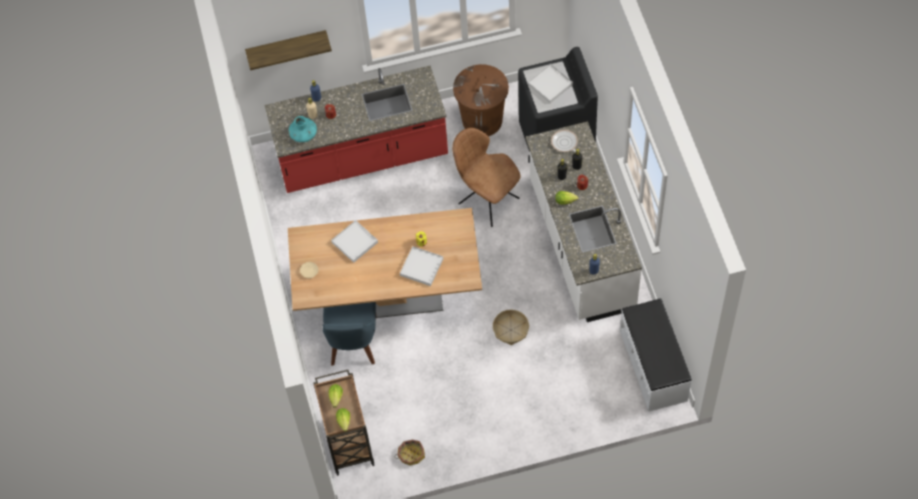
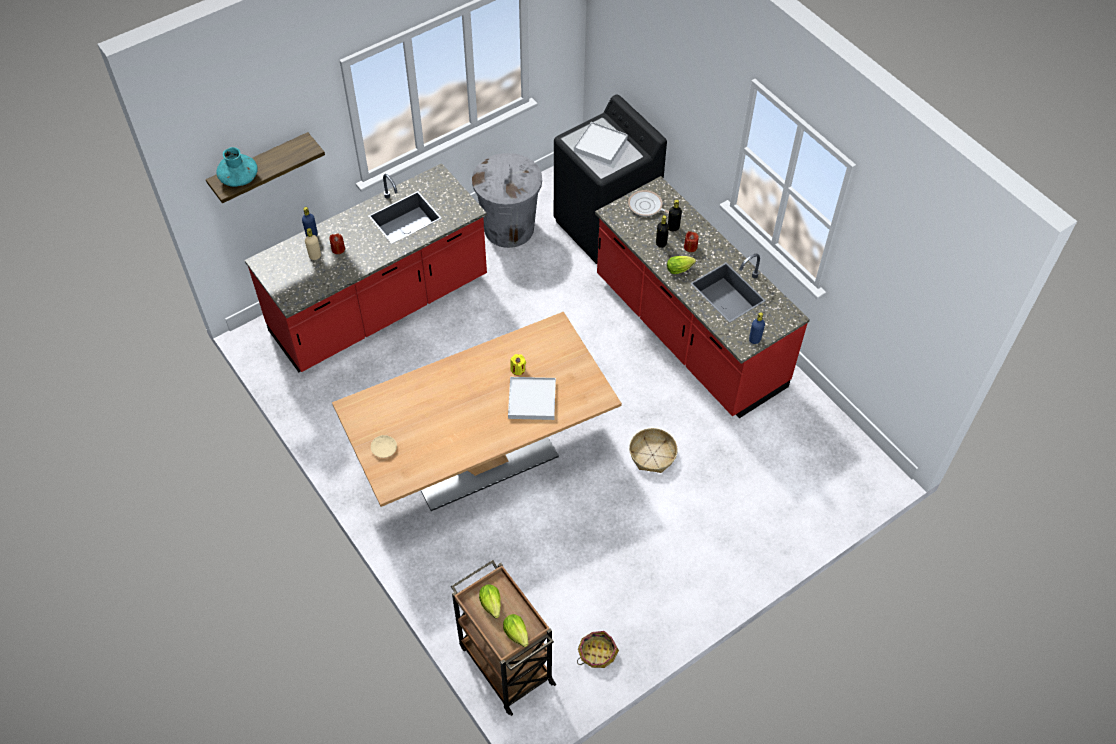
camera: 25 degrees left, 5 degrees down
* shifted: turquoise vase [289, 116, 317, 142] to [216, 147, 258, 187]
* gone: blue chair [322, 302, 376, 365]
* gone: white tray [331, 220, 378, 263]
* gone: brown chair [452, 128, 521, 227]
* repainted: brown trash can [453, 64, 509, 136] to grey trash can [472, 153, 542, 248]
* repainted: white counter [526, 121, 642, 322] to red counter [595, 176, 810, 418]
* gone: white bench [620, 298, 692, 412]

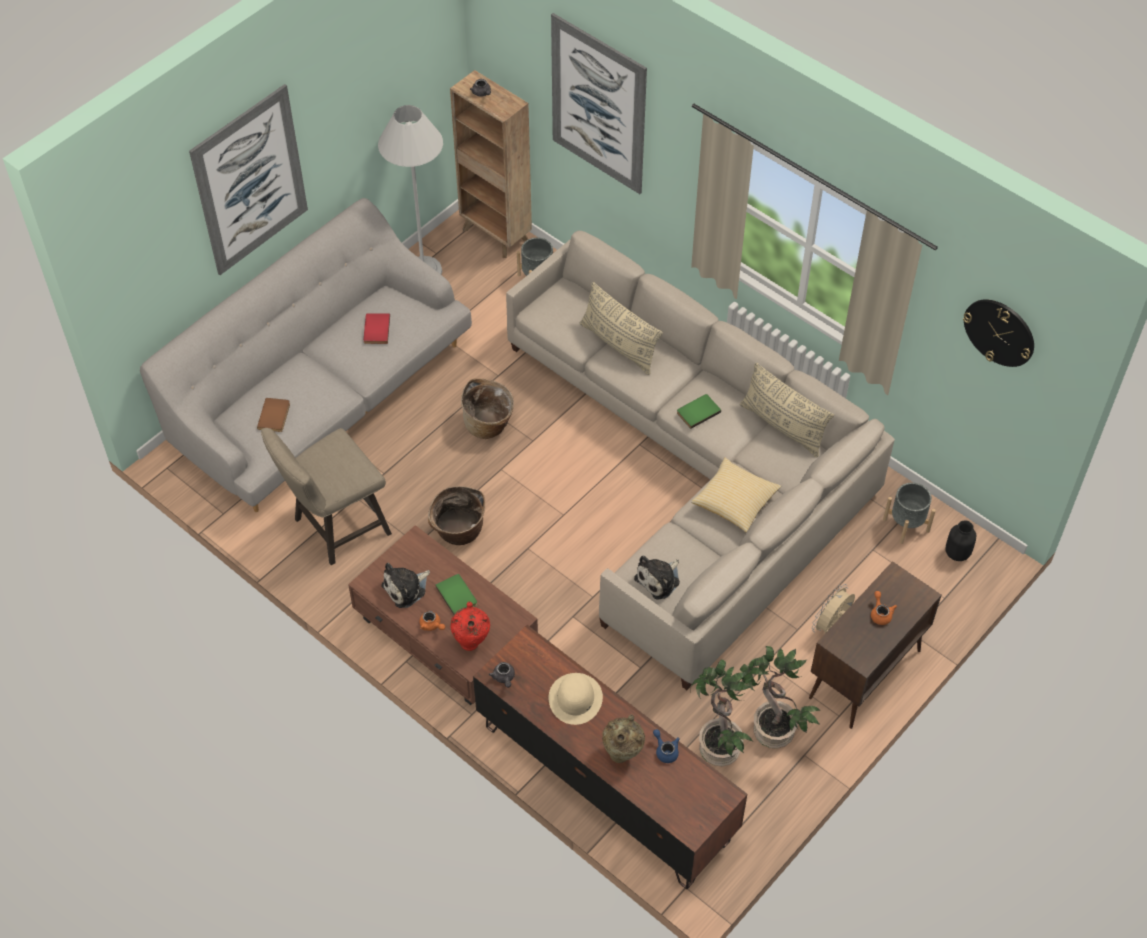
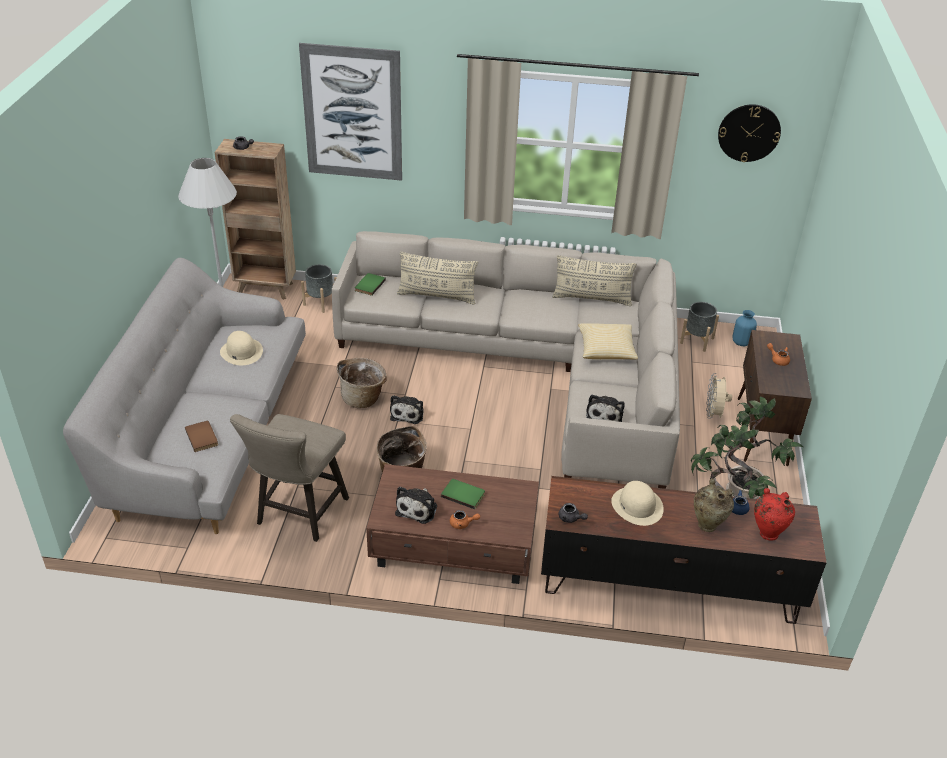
camera: 35 degrees left, 15 degrees down
* gone: picture [189, 84, 308, 275]
* swapped: red book [363, 313, 390, 344] to beige hat [220, 331, 263, 365]
* shifted: red vase [450, 601, 490, 651] to [754, 488, 795, 541]
* shifted: green book [677, 394, 721, 429] to [355, 273, 386, 296]
* repainted: black vase [945, 520, 977, 561] to blue vase [733, 310, 757, 346]
* new: plush toy [390, 395, 424, 424]

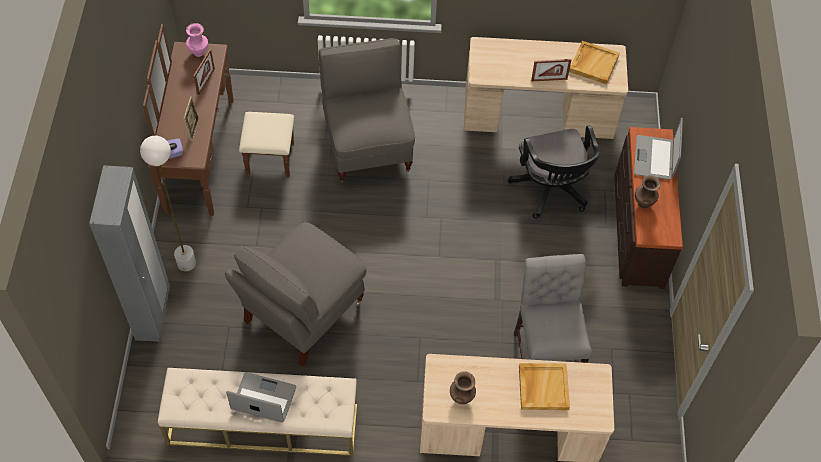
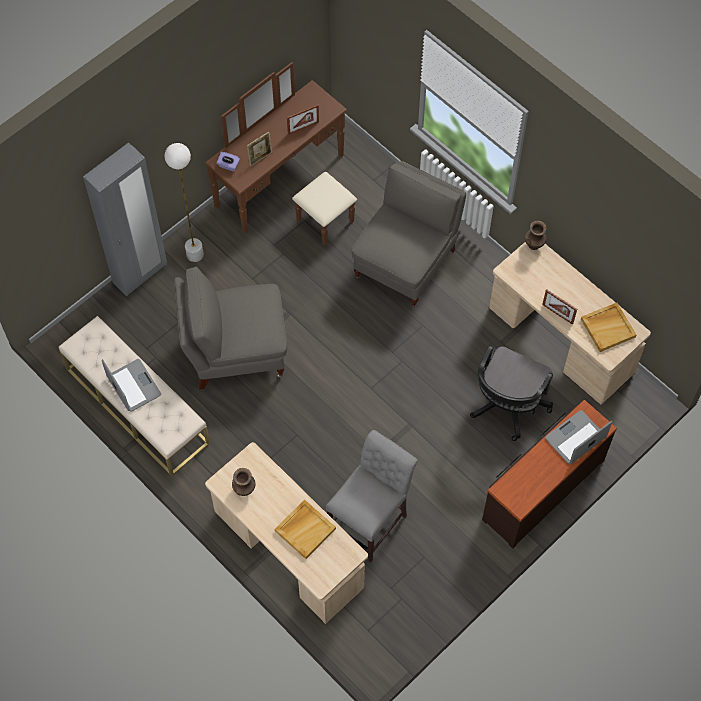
camera: 45 degrees right, 5 degrees up
* gone: pink vase [186, 23, 208, 57]
* shifted: brown vase [635, 175, 661, 208] to [525, 221, 547, 250]

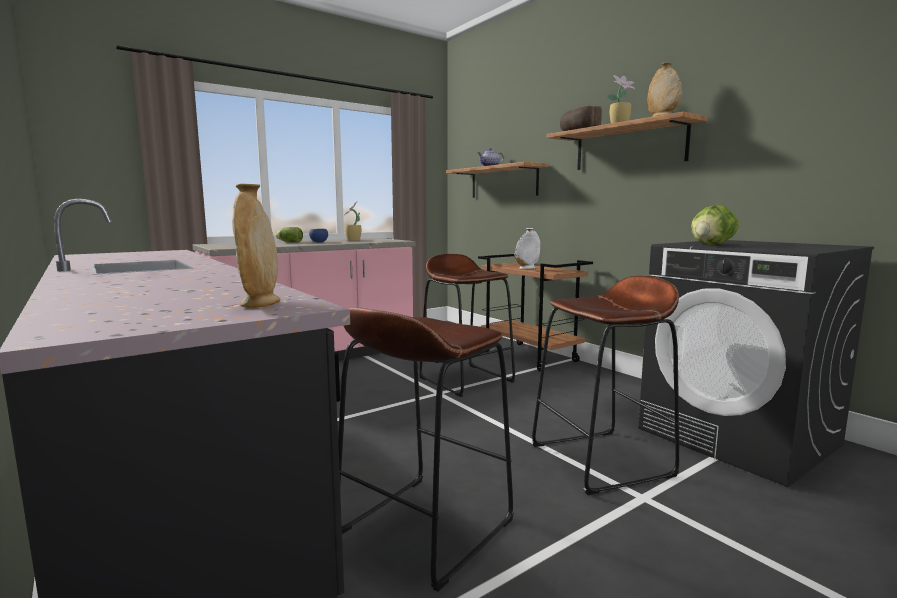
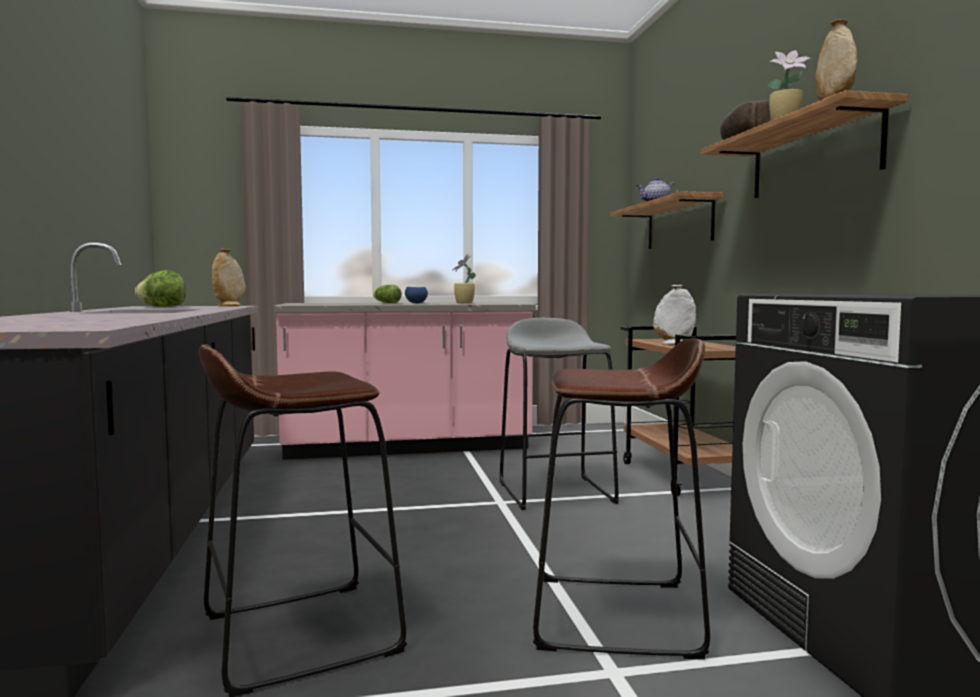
camera: 25 degrees right, 5 degrees down
* shifted: beige vase [232, 184, 280, 308] to [212, 249, 246, 306]
* repainted: brown stool [419, 254, 515, 397] to grey stool [499, 318, 619, 510]
* shifted: lettuce [691, 205, 739, 245] to [135, 270, 186, 307]

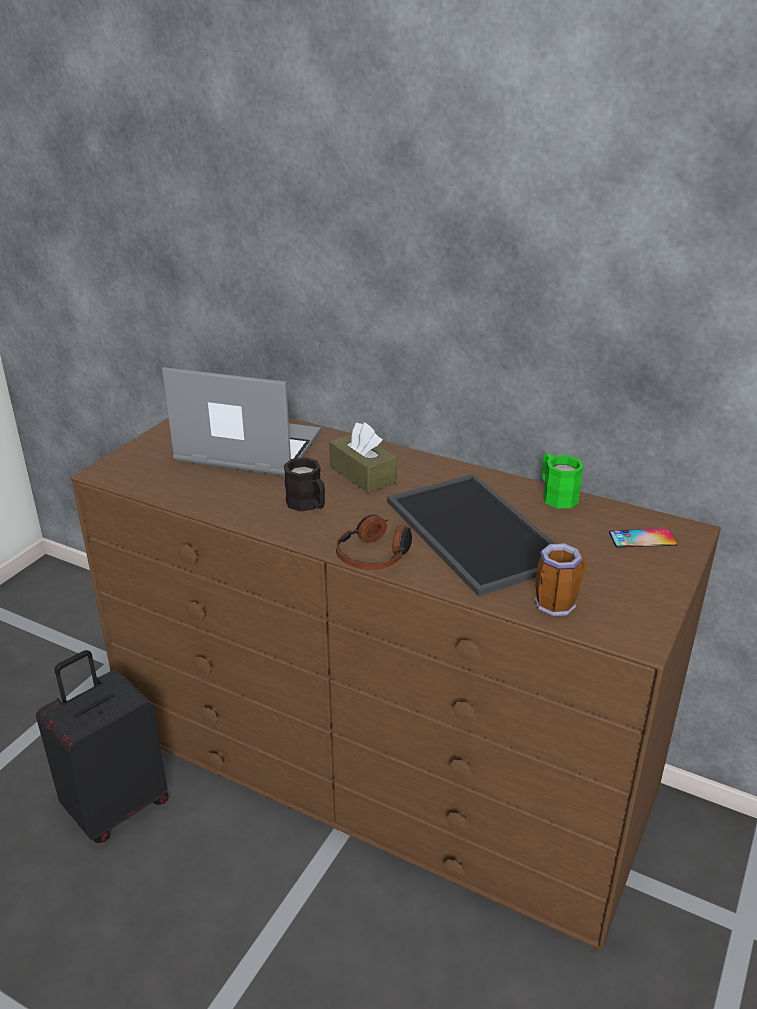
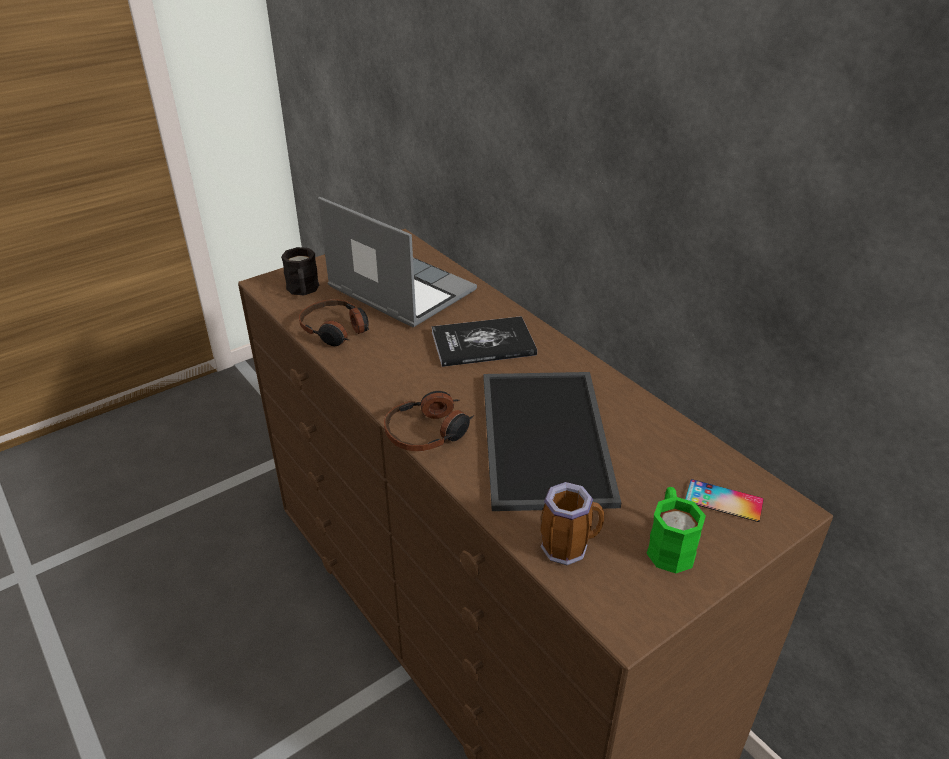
camera: 25 degrees right, 5 degrees up
* gone: black suitcase [36, 650, 169, 843]
* shifted: black mug [284, 457, 325, 512] to [281, 247, 319, 295]
* swapped: brown tissue box [329, 422, 397, 494] to book [432, 316, 537, 367]
* shifted: green mug [542, 453, 584, 508] to [646, 487, 706, 573]
* new: headphones [299, 299, 369, 346]

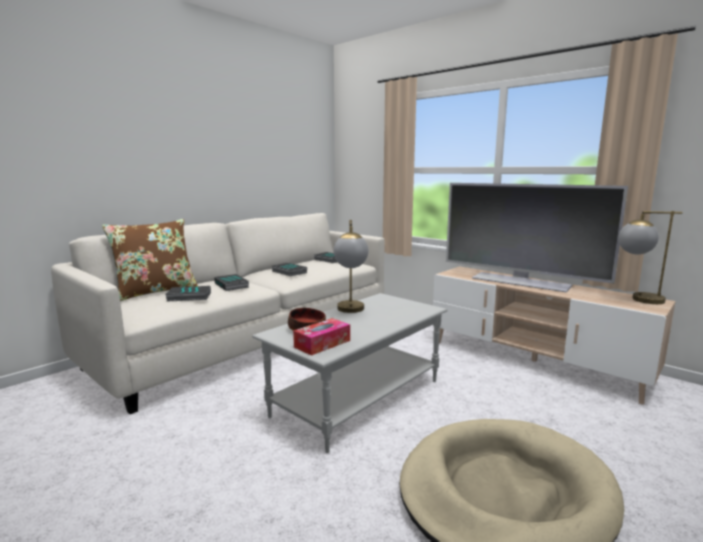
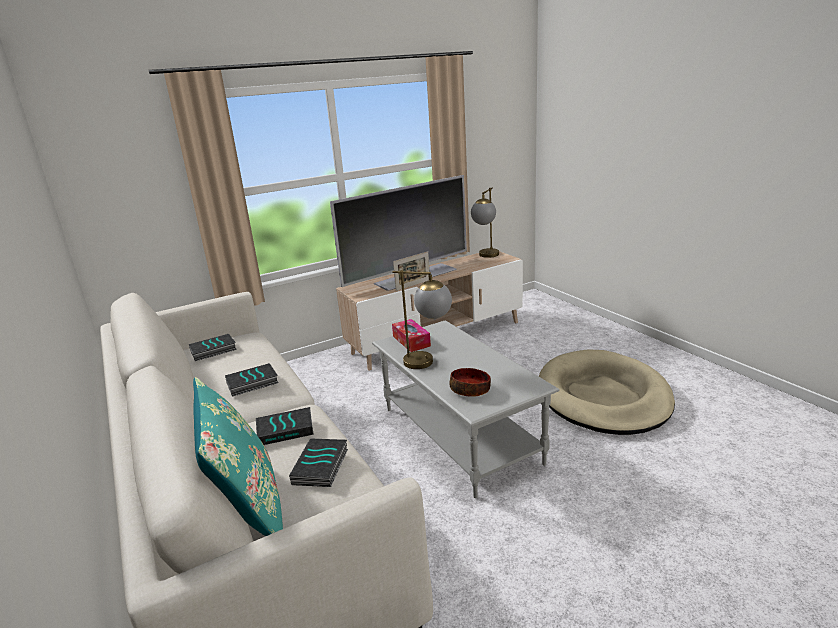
camera: 70 degrees left, 10 degrees up
* repainted: brown pillow [102, 219, 198, 301] to turquoise pillow [193, 377, 283, 536]
* shifted: tissue box [293, 318, 350, 356] to [392, 319, 431, 352]
* new: picture frame [393, 251, 430, 291]

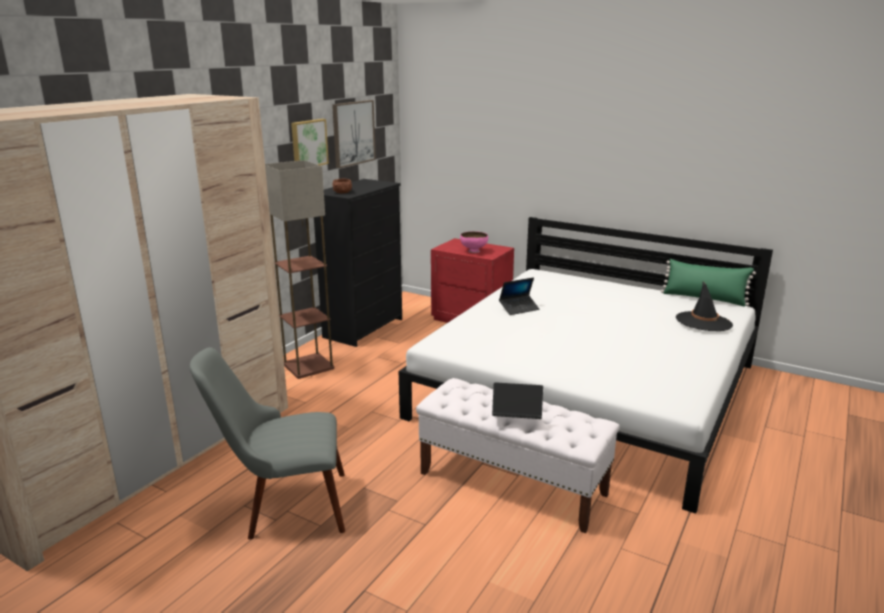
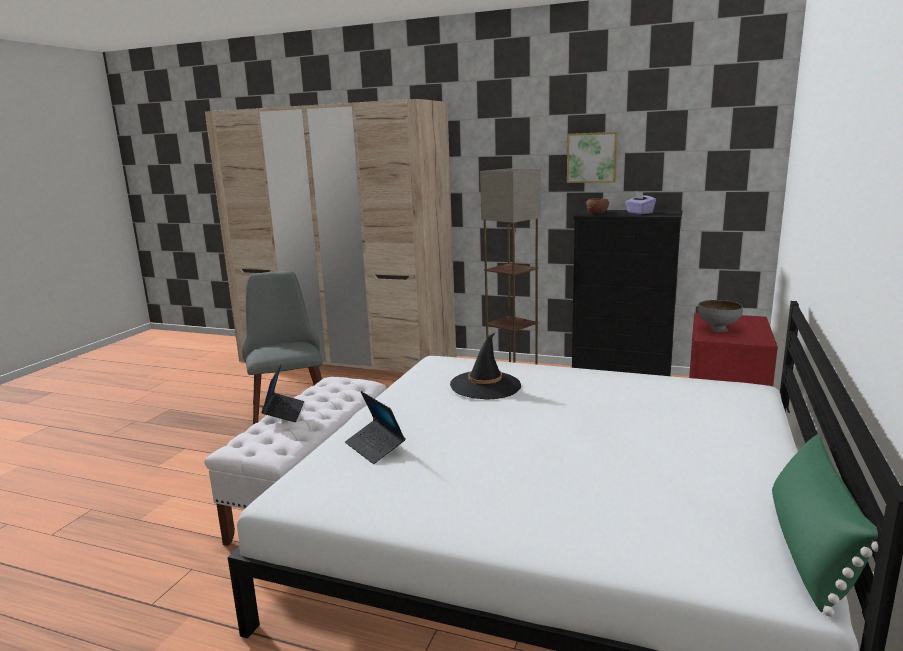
camera: 80 degrees right, 5 degrees down
* gone: picture [332, 100, 376, 168]
* repainted: pink bowl [460, 231, 488, 253] to grey bowl [698, 300, 743, 332]
* shifted: laptop [499, 277, 540, 315] to [345, 391, 406, 464]
* shifted: black hat [676, 281, 733, 331] to [450, 333, 521, 399]
* new: purple tissue box [625, 191, 656, 214]

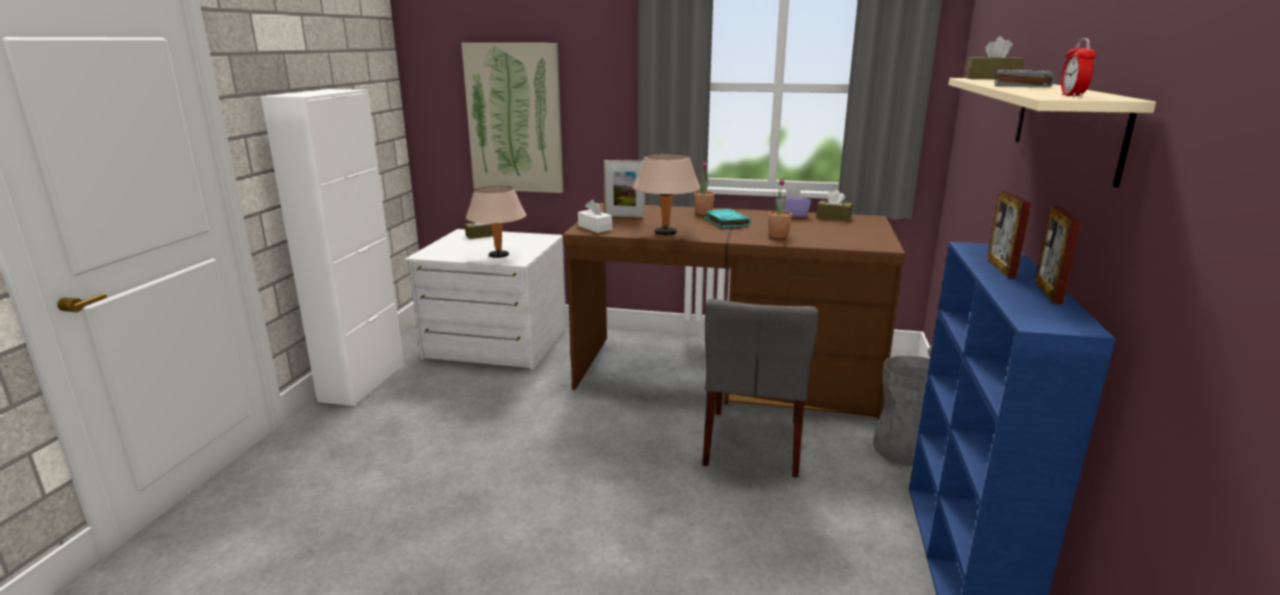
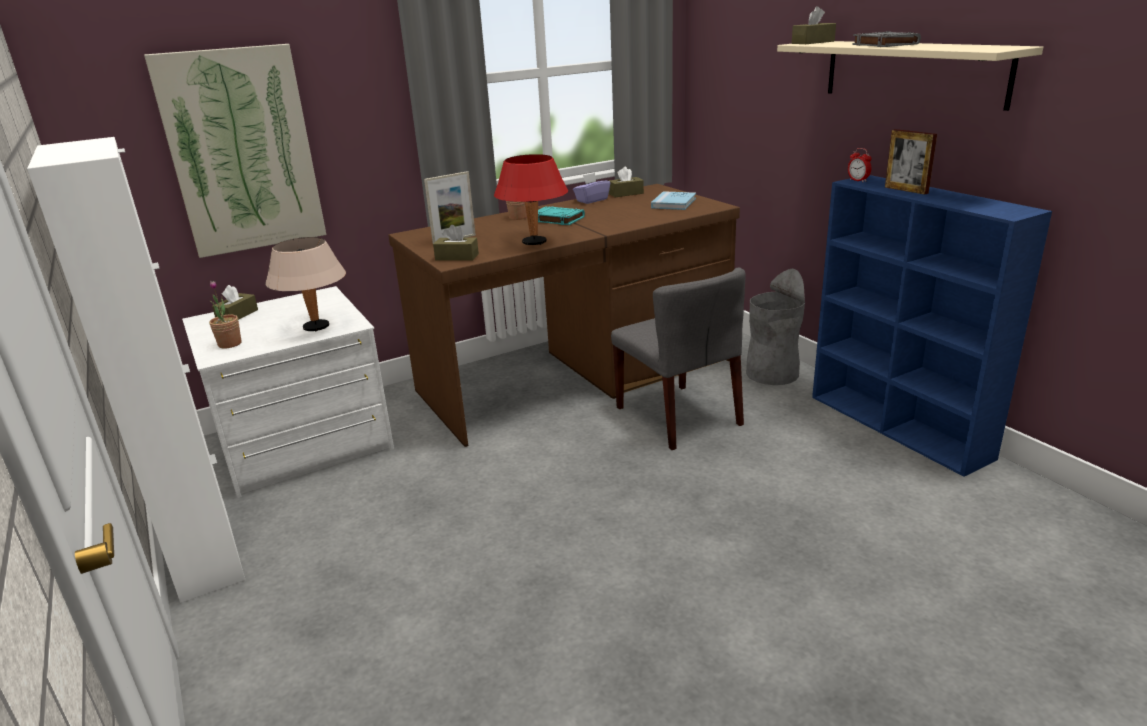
camera: 40 degrees left, 5 degrees up
* repainted: white tissue box [578, 200, 612, 233] to brown tissue box [433, 225, 479, 261]
* repainted: beige table lamp [633, 153, 701, 236] to red table lamp [494, 154, 568, 245]
* shifted: potted plant [768, 178, 792, 238] to [209, 281, 241, 349]
* gone: picture frame [1035, 206, 1082, 304]
* shifted: alarm clock [1061, 38, 1096, 97] to [848, 148, 872, 182]
* new: blue book [651, 191, 696, 210]

